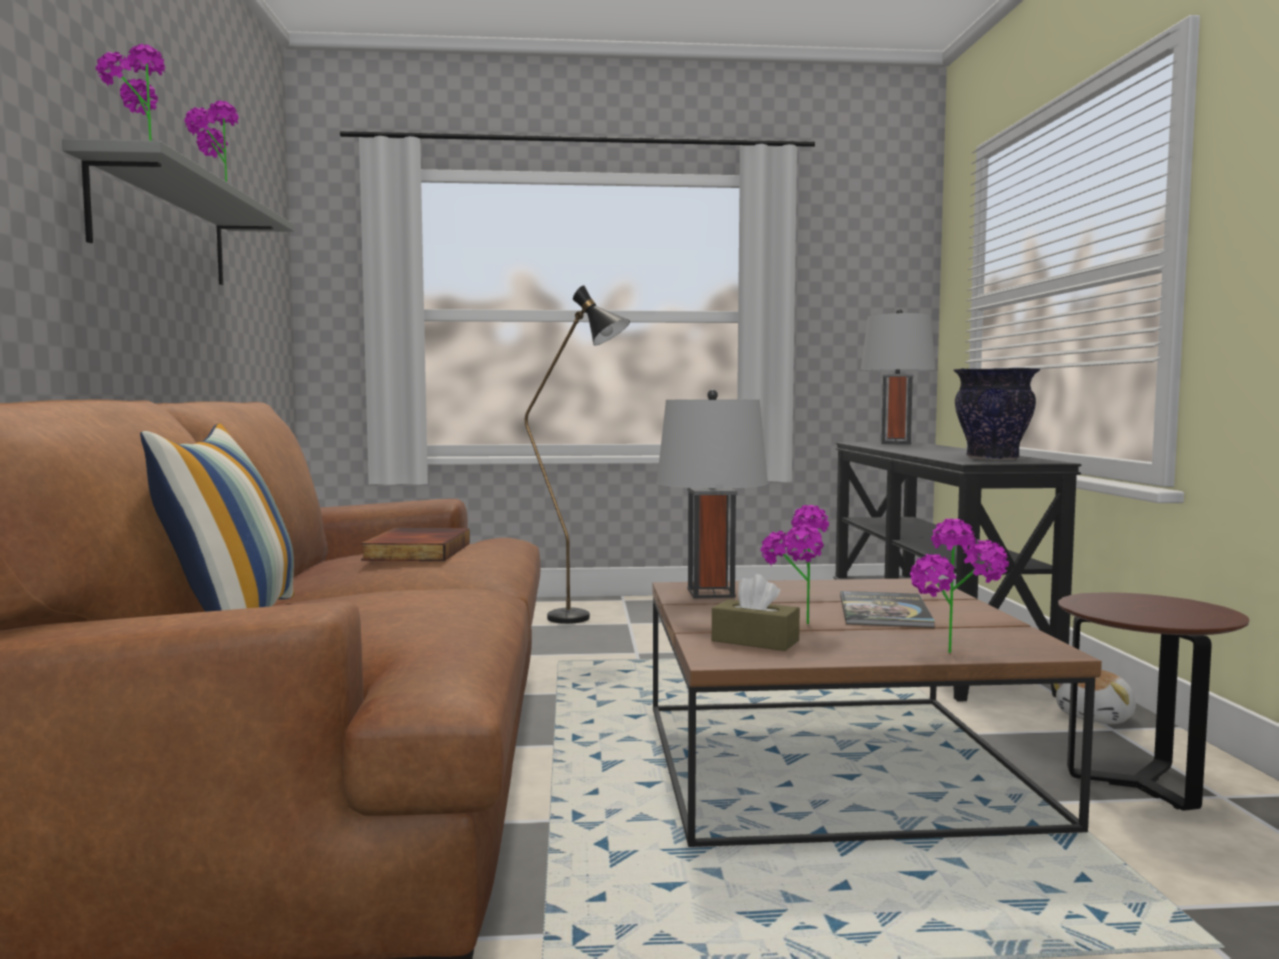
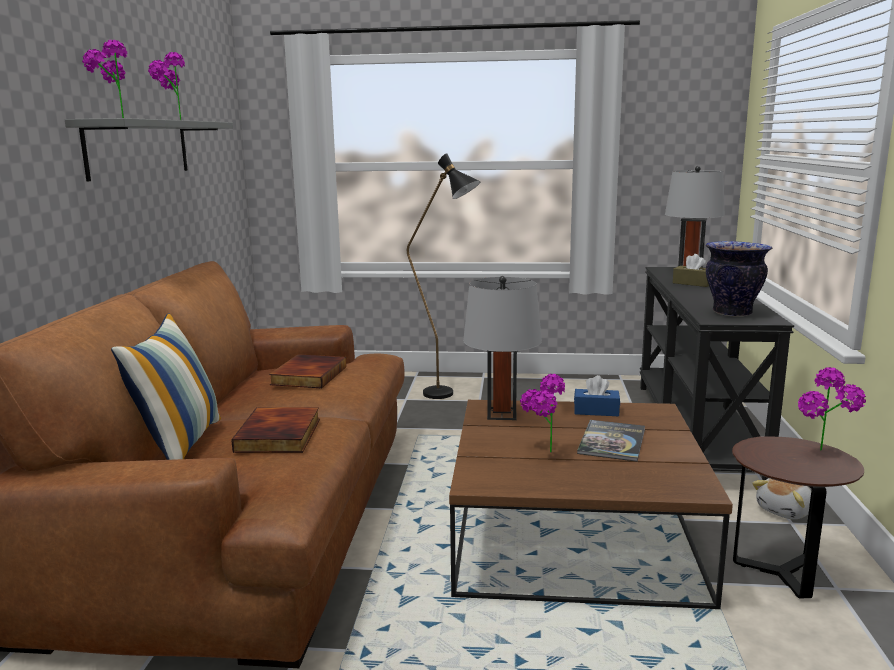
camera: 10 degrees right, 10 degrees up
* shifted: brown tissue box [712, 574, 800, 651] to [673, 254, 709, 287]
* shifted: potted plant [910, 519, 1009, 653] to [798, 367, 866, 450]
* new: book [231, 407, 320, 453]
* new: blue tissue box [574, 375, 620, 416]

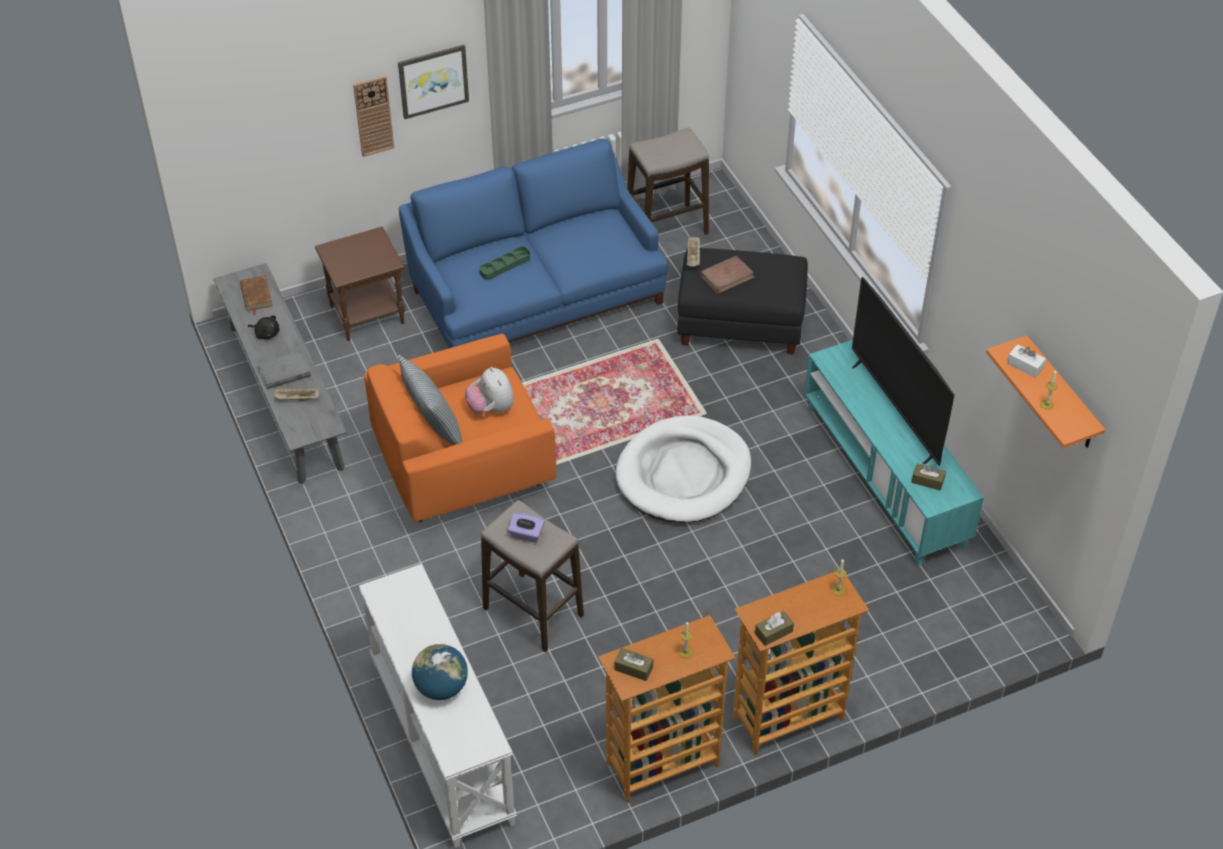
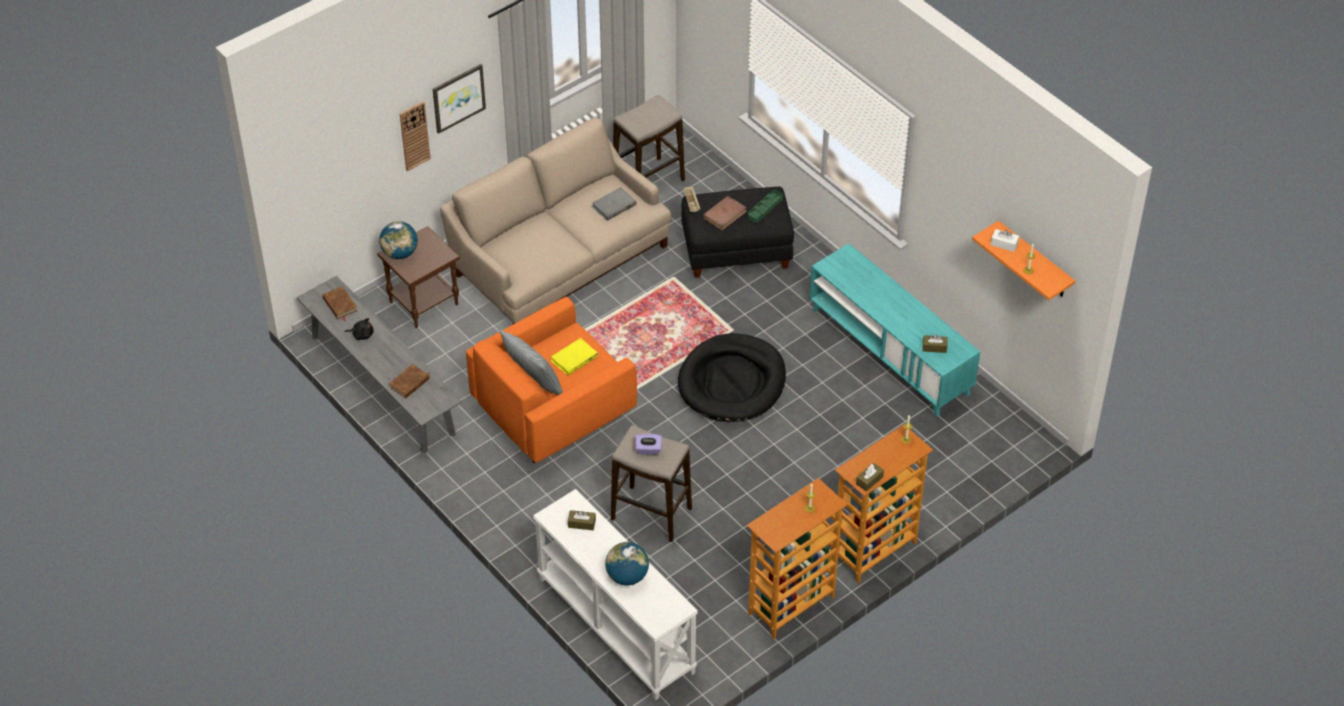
camera: 15 degrees left, 0 degrees up
* shifted: grey book [257, 350, 311, 389] to [591, 187, 637, 221]
* swapped: beige tray [274, 388, 319, 401] to brown book [389, 364, 430, 399]
* repainted: blue sofa [399, 138, 669, 348] to beige sofa [440, 118, 671, 324]
* swapped: plush toy [465, 367, 514, 414] to yellow book [550, 338, 598, 375]
* shifted: green tray [479, 246, 530, 280] to [748, 190, 783, 223]
* shifted: brown tissue box [614, 648, 653, 681] to [568, 510, 596, 530]
* repainted: white dog bed [616, 415, 752, 523] to black dog bed [678, 333, 786, 422]
* gone: television [852, 277, 954, 466]
* new: globe [379, 221, 418, 259]

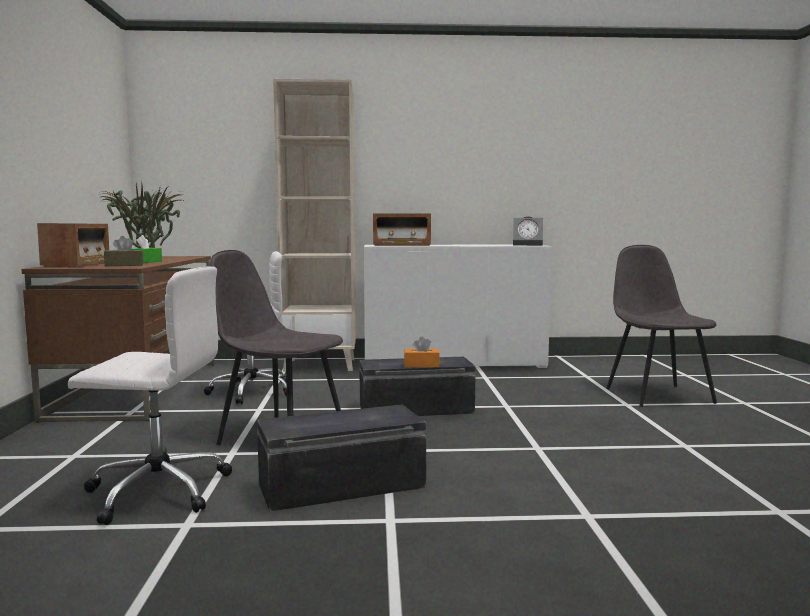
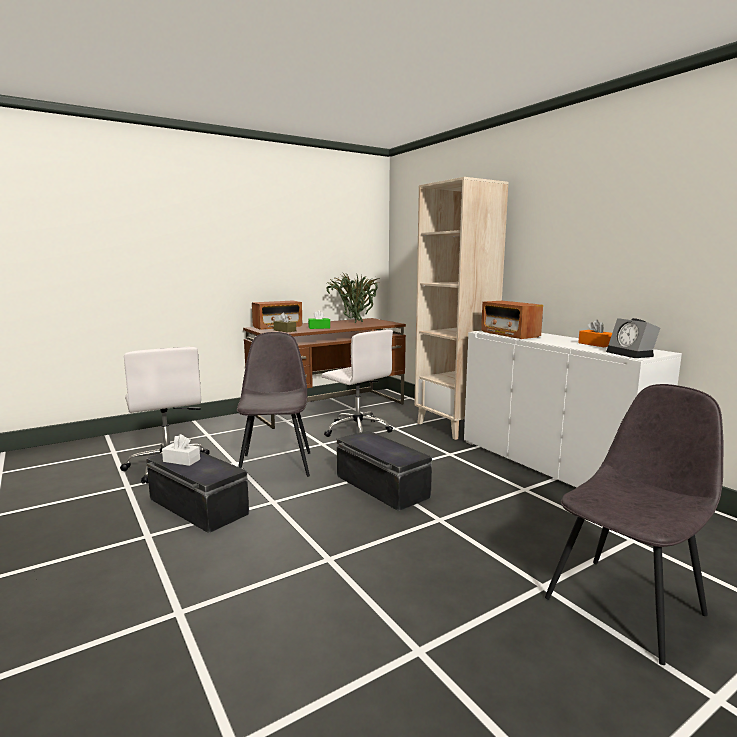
camera: 60 degrees right, 5 degrees up
* shifted: orange tissue box [404, 337, 440, 367] to [578, 320, 612, 347]
* new: white tissue box [162, 434, 200, 466]

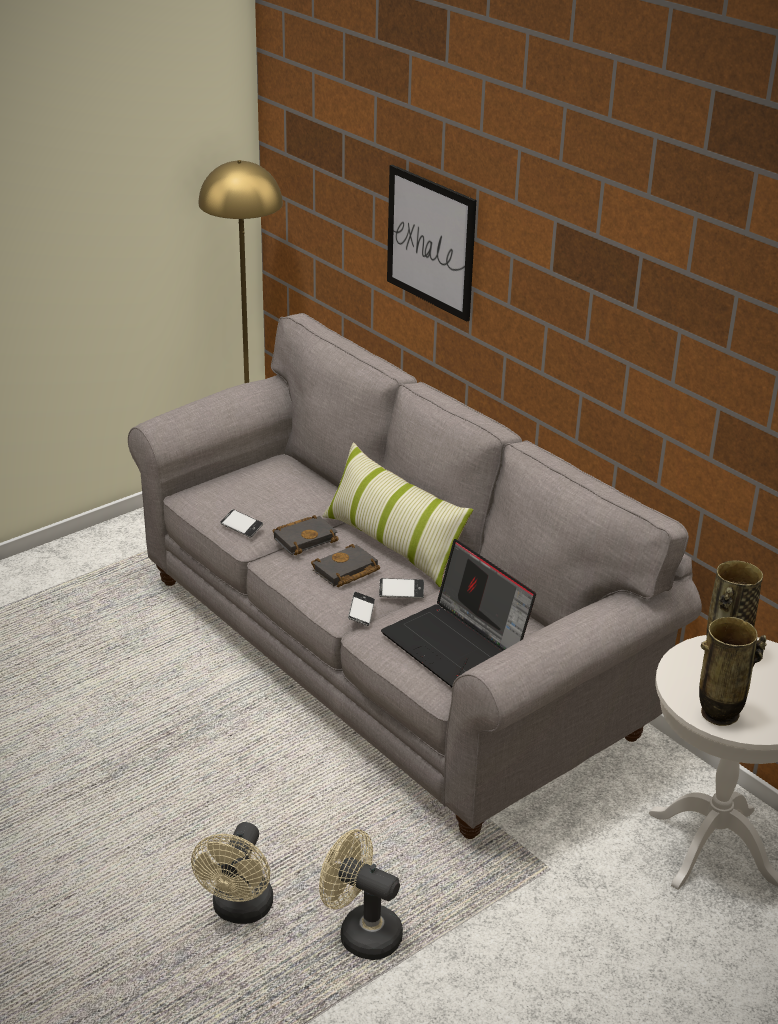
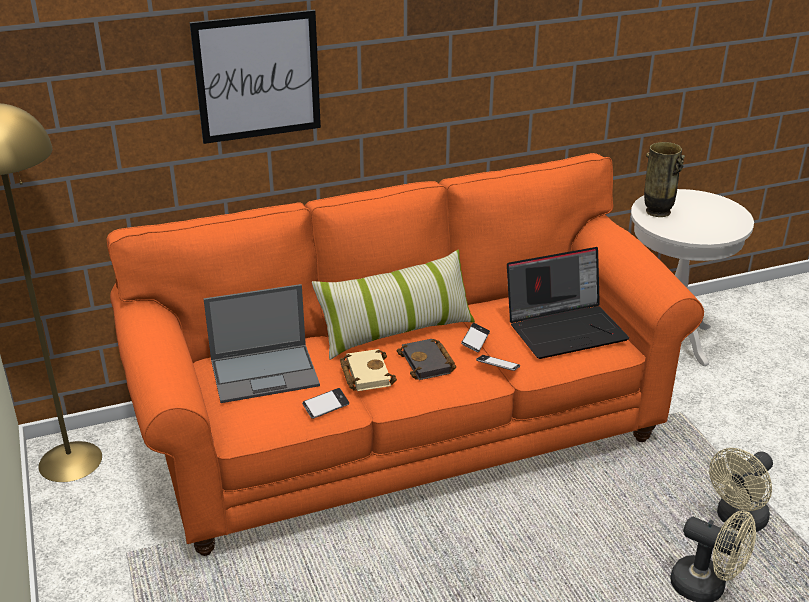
camera: 70 degrees left, 0 degrees up
* repainted: grey sofa [128, 313, 702, 839] to orange sofa [107, 153, 704, 556]
* repainted: black book [273, 515, 339, 555] to beige book [340, 349, 397, 391]
* gone: vase [699, 617, 767, 726]
* new: laptop [204, 284, 320, 403]

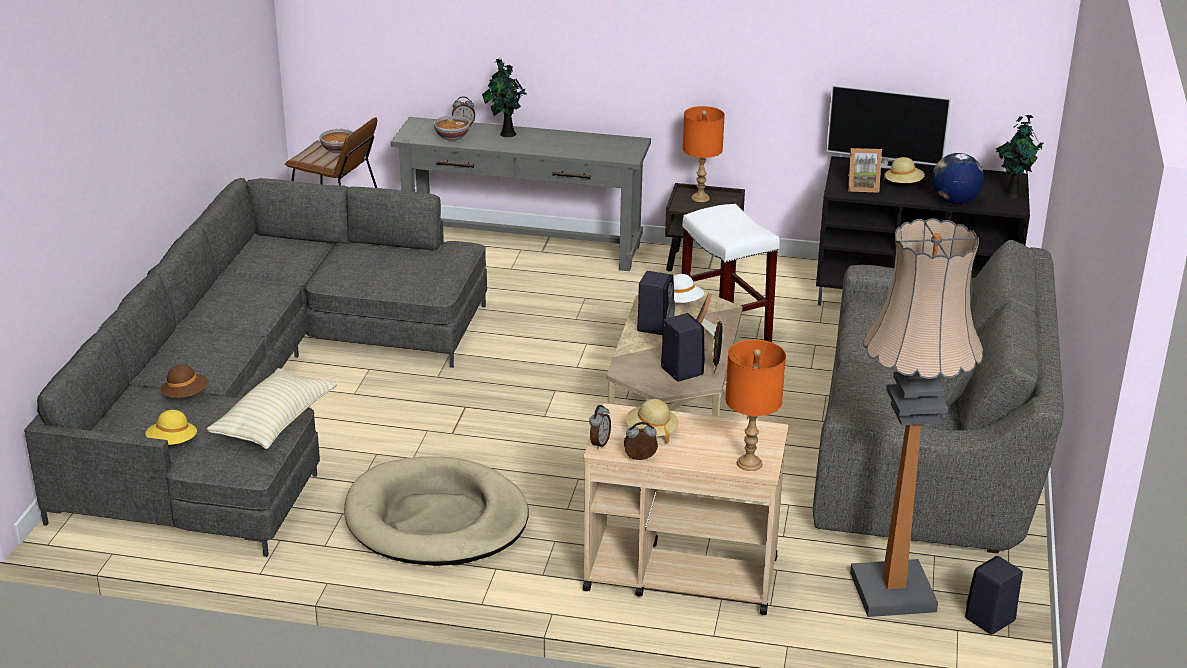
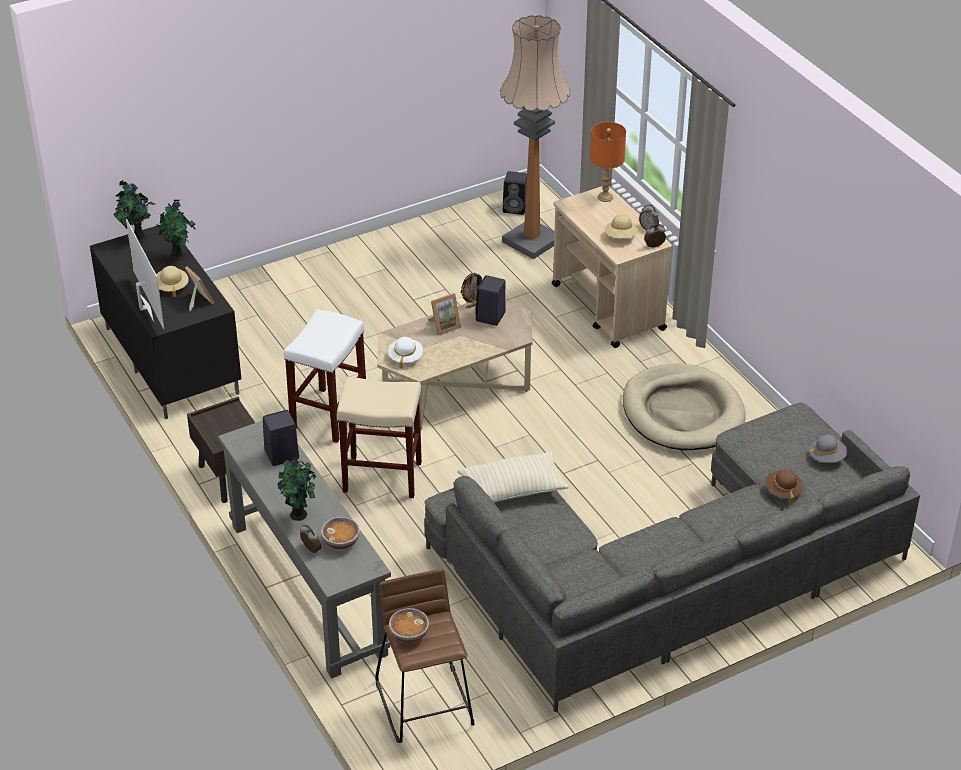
camera: 130 degrees left, 10 degrees up
* repainted: yellow hat [145, 410, 197, 445] to grey hat [809, 435, 847, 463]
* shifted: beige pillow [207, 368, 337, 449] to [457, 451, 569, 502]
* shifted: black speaker [637, 271, 675, 335] to [263, 410, 299, 466]
* gone: orange table lamp [683, 106, 725, 202]
* gone: grey sofa [813, 240, 1063, 554]
* swapped: globe [932, 153, 984, 204] to potted plant [156, 200, 195, 261]
* new: beige stool [337, 376, 422, 498]

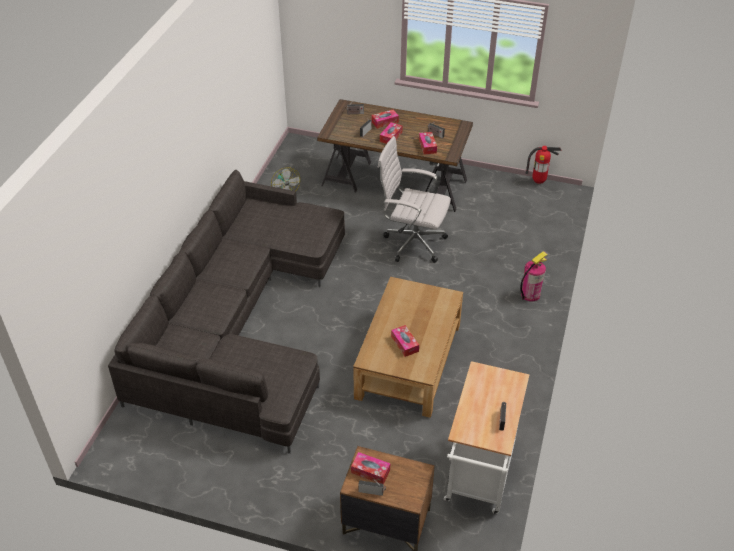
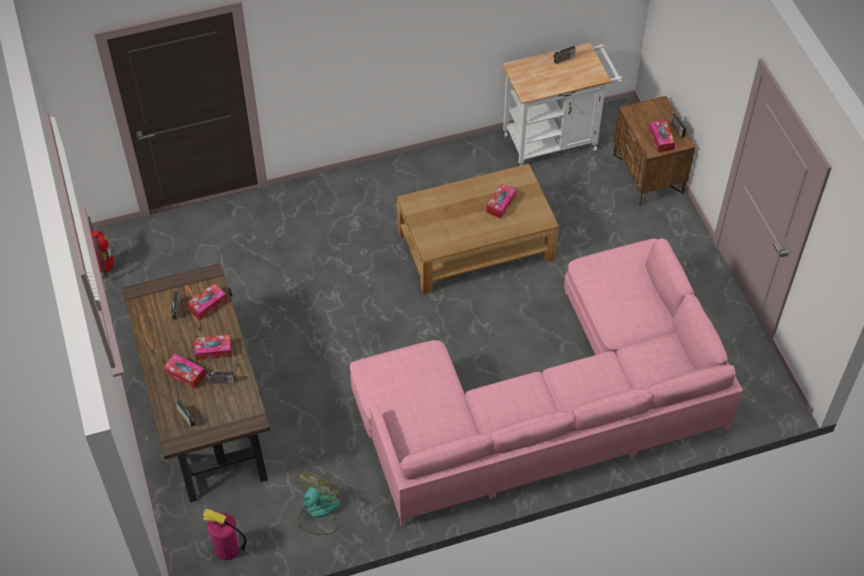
camera: 125 degrees left, 10 degrees up
* repainted: grey sofa [108, 170, 345, 453] to pink sofa [350, 238, 743, 526]
* gone: white office chair [378, 136, 451, 263]
* shifted: fire extinguisher [520, 251, 548, 301] to [203, 509, 246, 560]

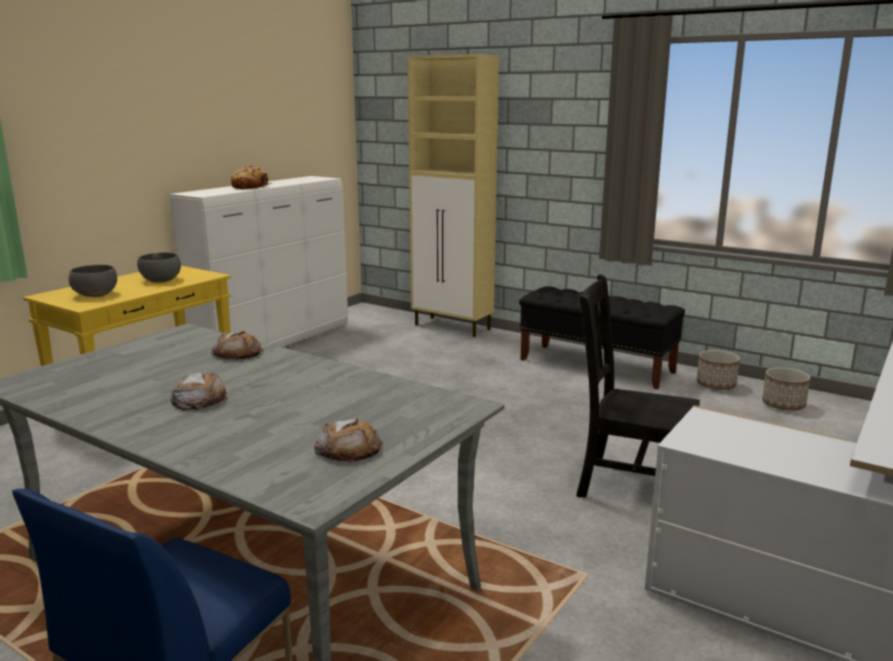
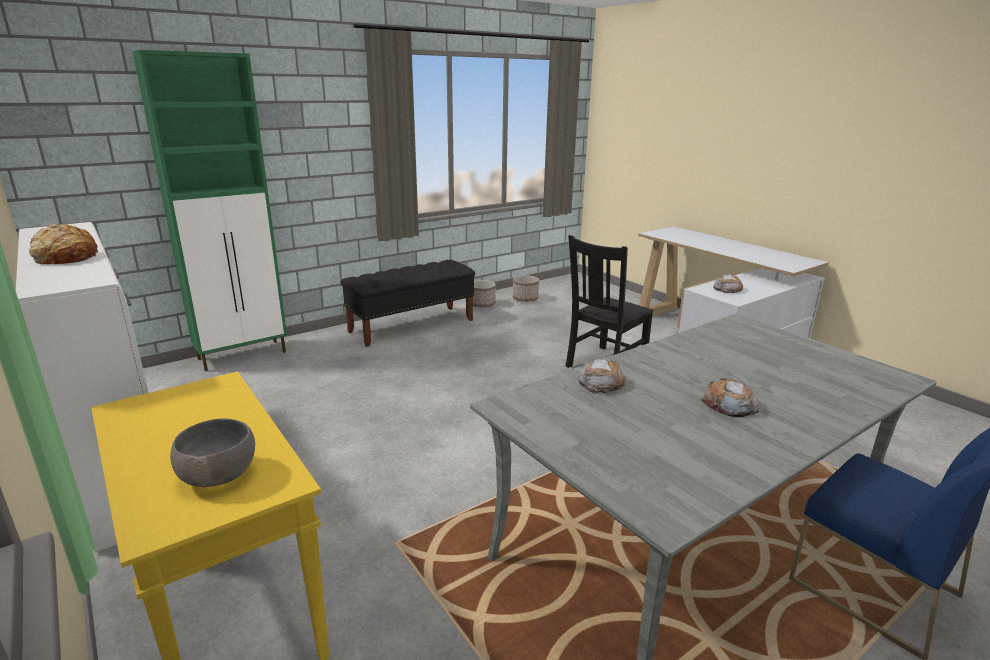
camera: 70 degrees left, 5 degrees up
* gone: grey bowl [137, 252, 181, 283]
* shifted: bread [314, 418, 383, 463] to [714, 275, 744, 293]
* repainted: beige cabinet [408, 54, 499, 337] to green cabinet [133, 50, 287, 371]

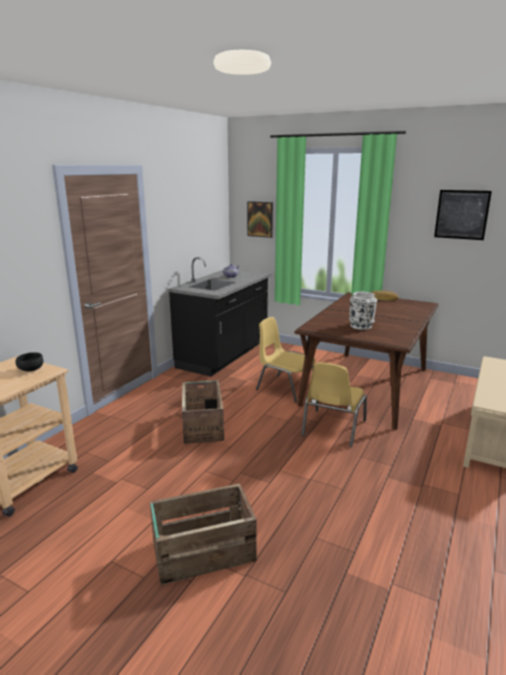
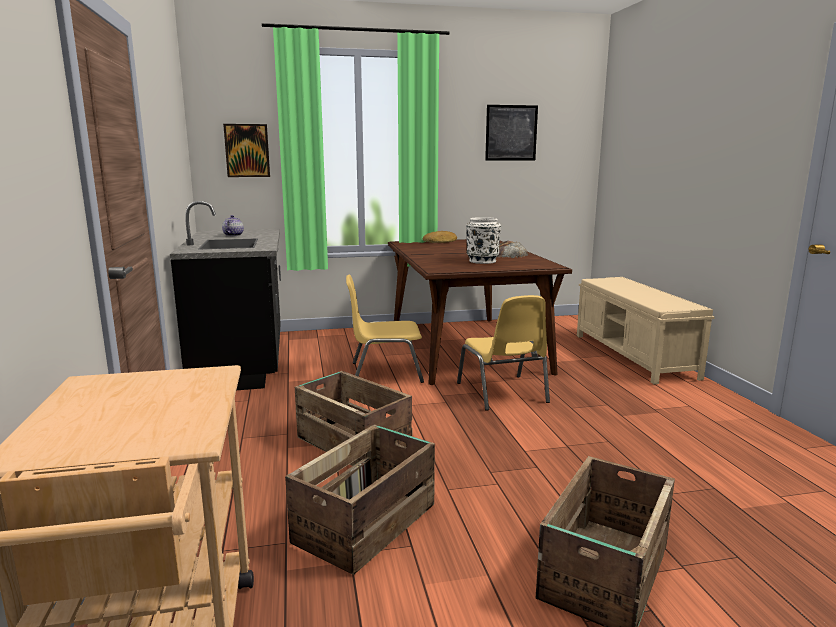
camera: 40 degrees left, 5 degrees down
* gone: black bowl [16, 352, 43, 371]
* new: crate [285, 425, 435, 575]
* new: bread [498, 241, 528, 258]

